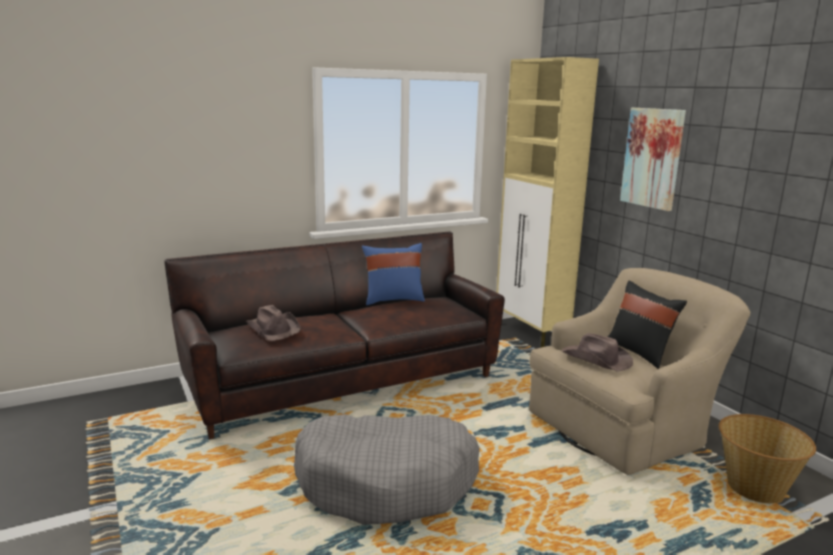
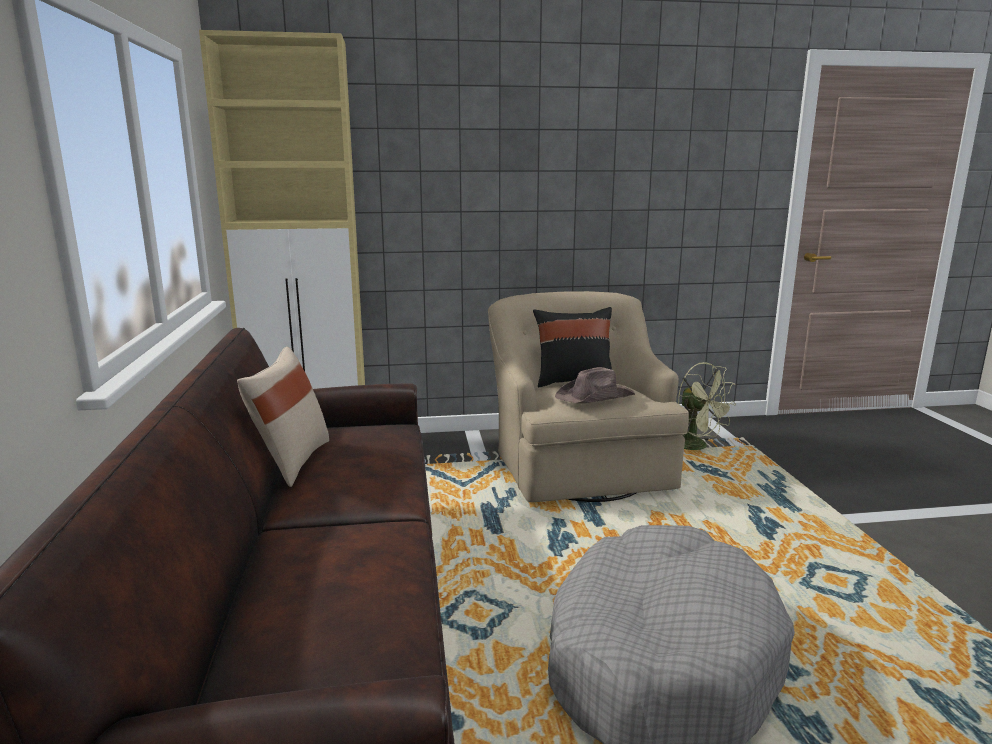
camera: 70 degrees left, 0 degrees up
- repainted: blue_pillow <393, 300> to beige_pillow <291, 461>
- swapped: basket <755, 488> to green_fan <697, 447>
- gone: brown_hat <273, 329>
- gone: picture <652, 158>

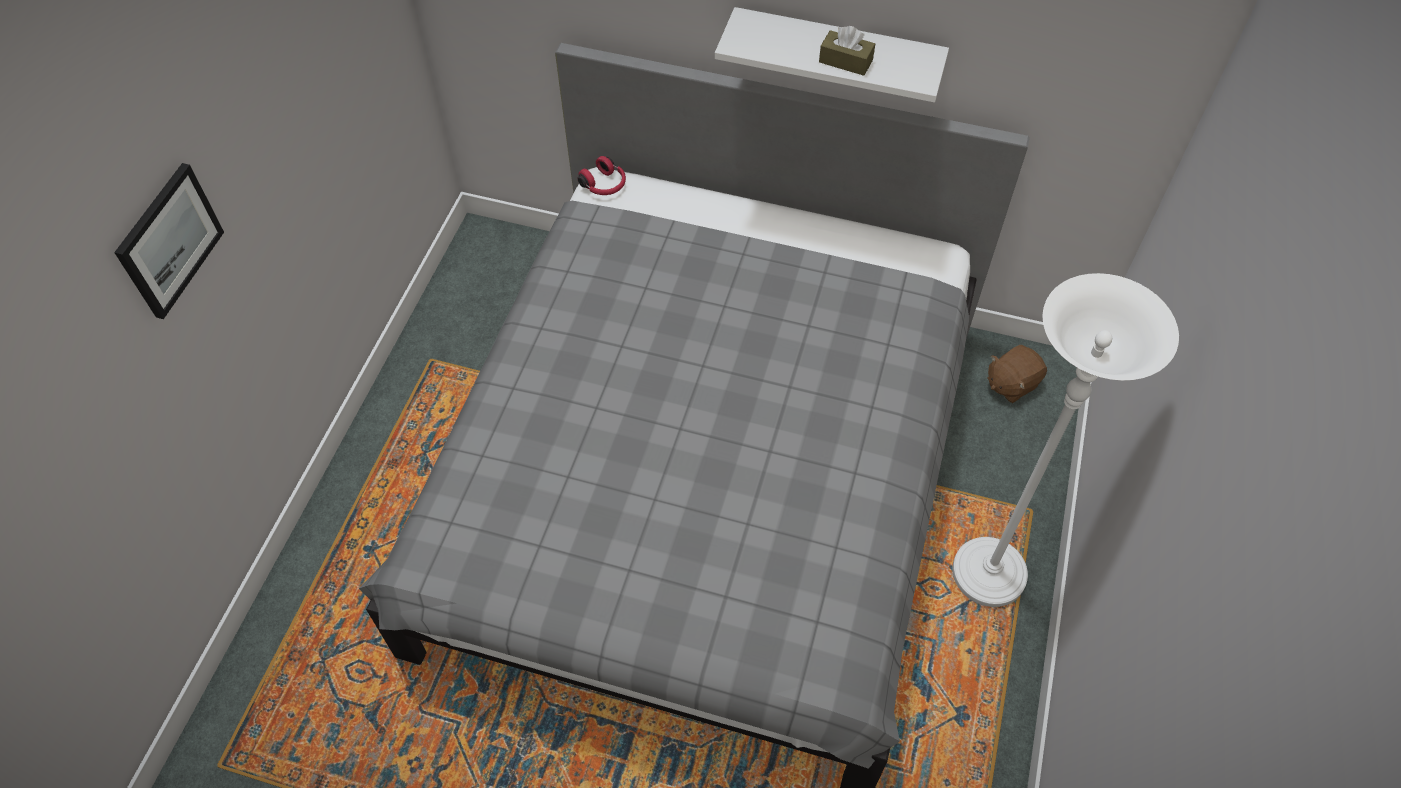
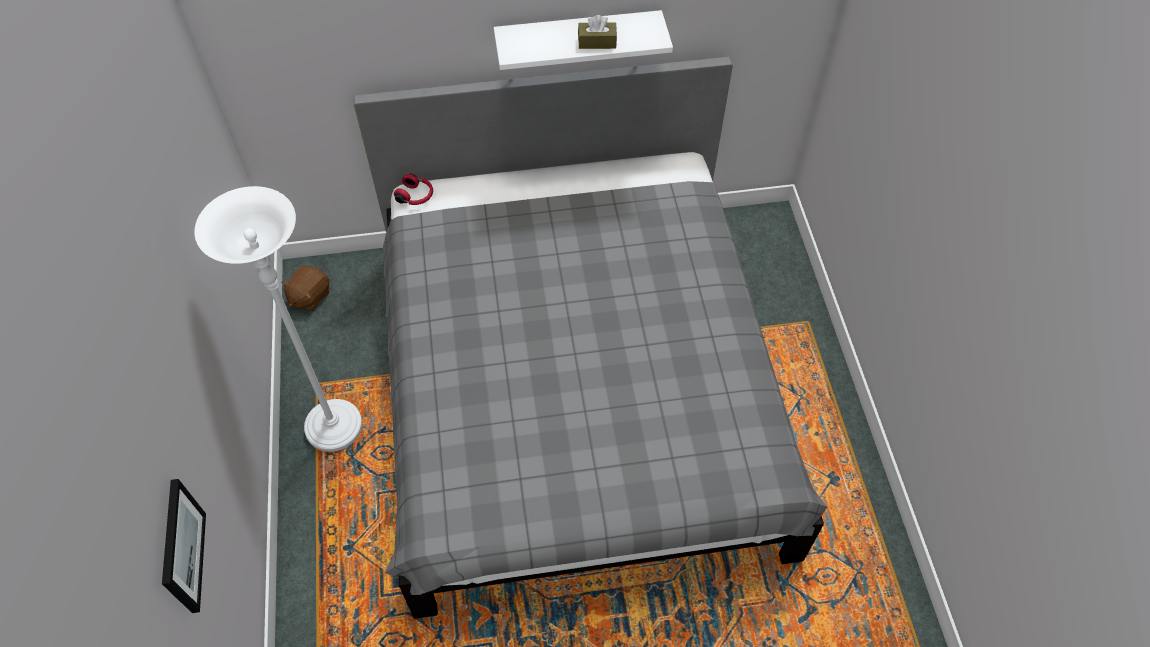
camera: 25 degrees left, 0 degrees up
- shifted: picture <169, 240> to <181, 547>
- shifted: white_floor_lamp <988, 574> to <334, 427>
- shifted: brown_plush_toy <1011, 383> to <309, 296>

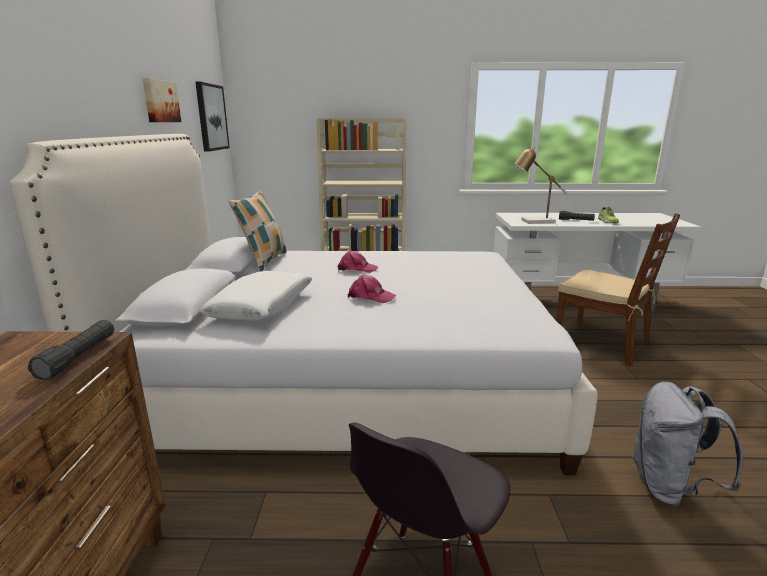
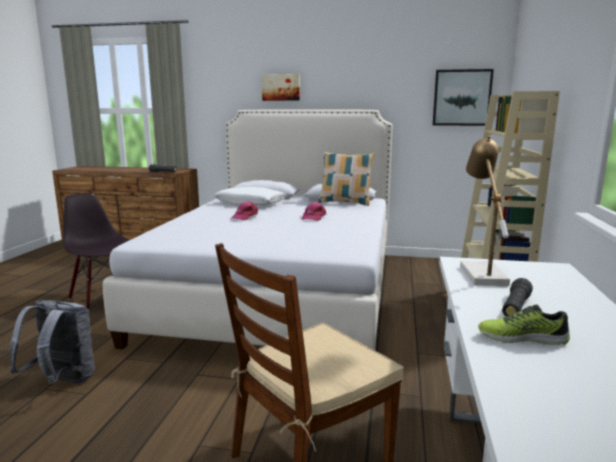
camera: 100 degrees right, 5 degrees down
- shifted: picture <160, 101> to <281, 87>

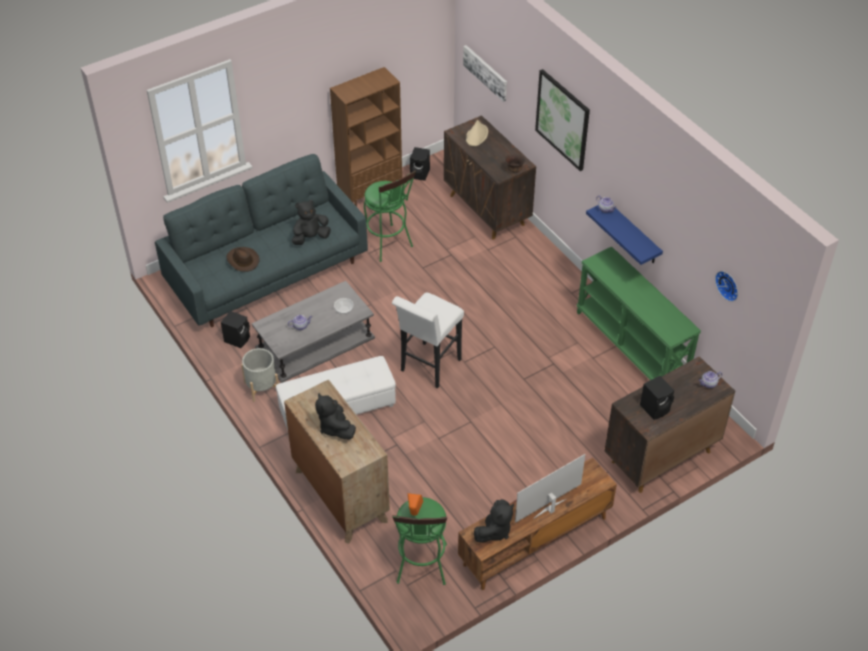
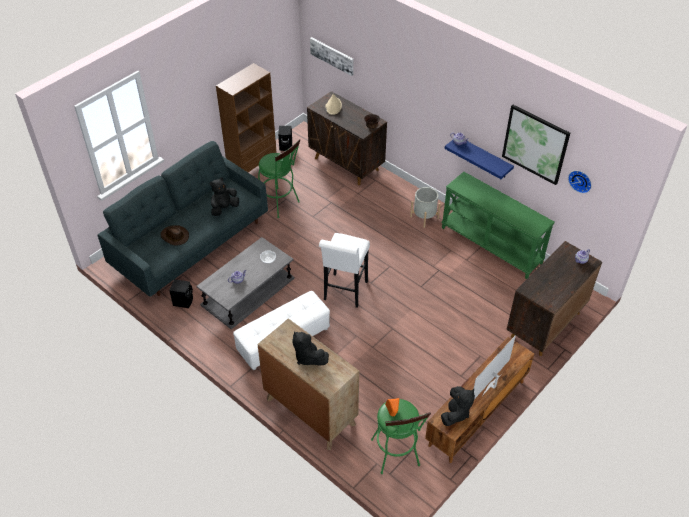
camera: 15 degrees left, 0 degrees up
- shifted: grey_planter <262, 387> to <424, 217>
- shifted: picture <563, 119> to <535, 144>
- gone: black_speaker <655, 408>

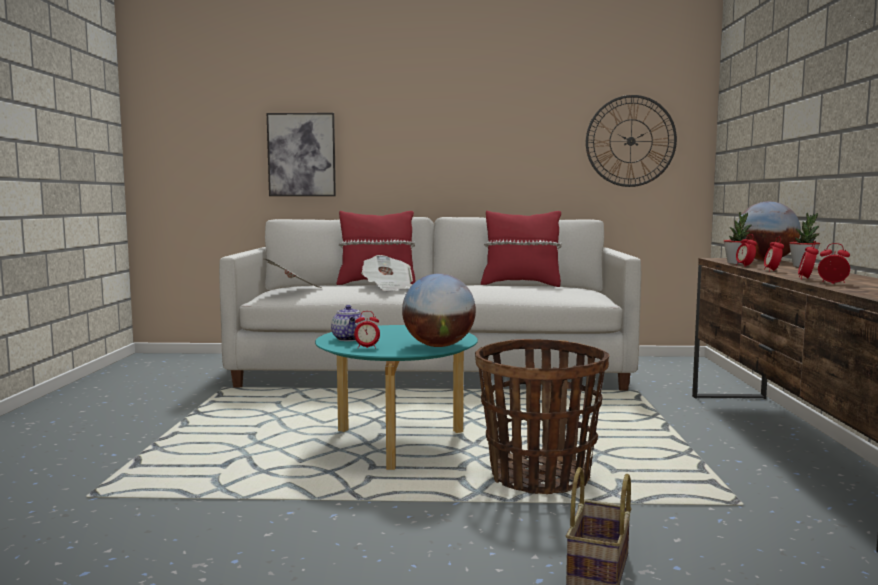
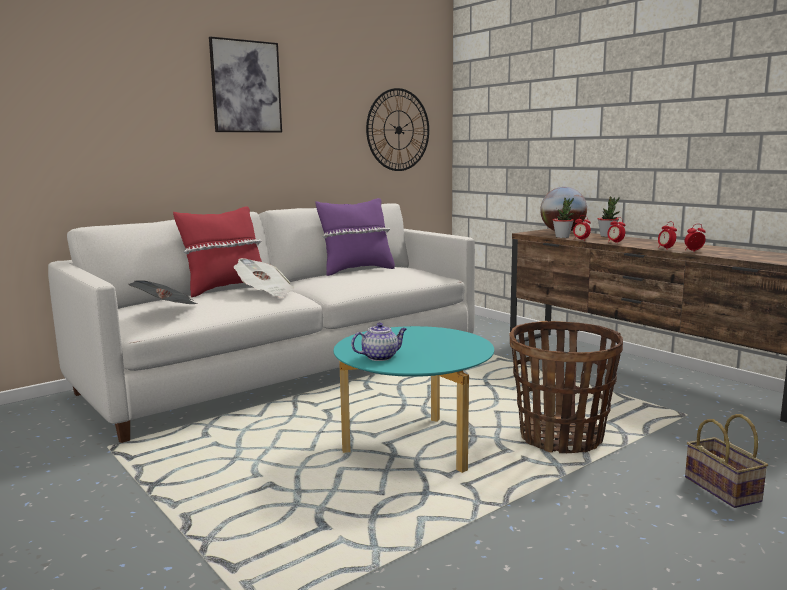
camera: 40 degrees left, 5 degrees up
- shifted: picture <301, 155> to <246, 87>
- repainted: red_pillow <521, 284> to purple_pillow <356, 270>
- rotated: teapot <349, 339> = <380, 357> 60 degrees counterclockwise
- gone: alarm_clock <367, 347>
- gone: globe <439, 346>

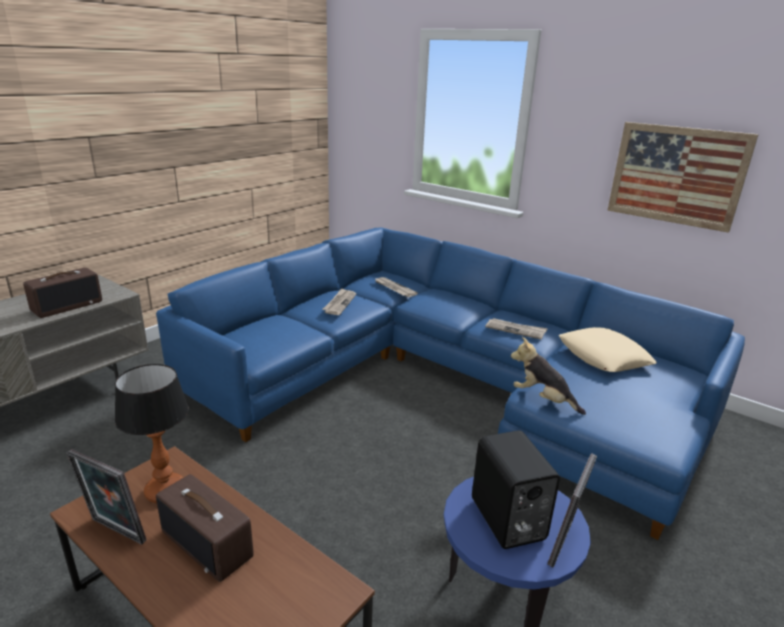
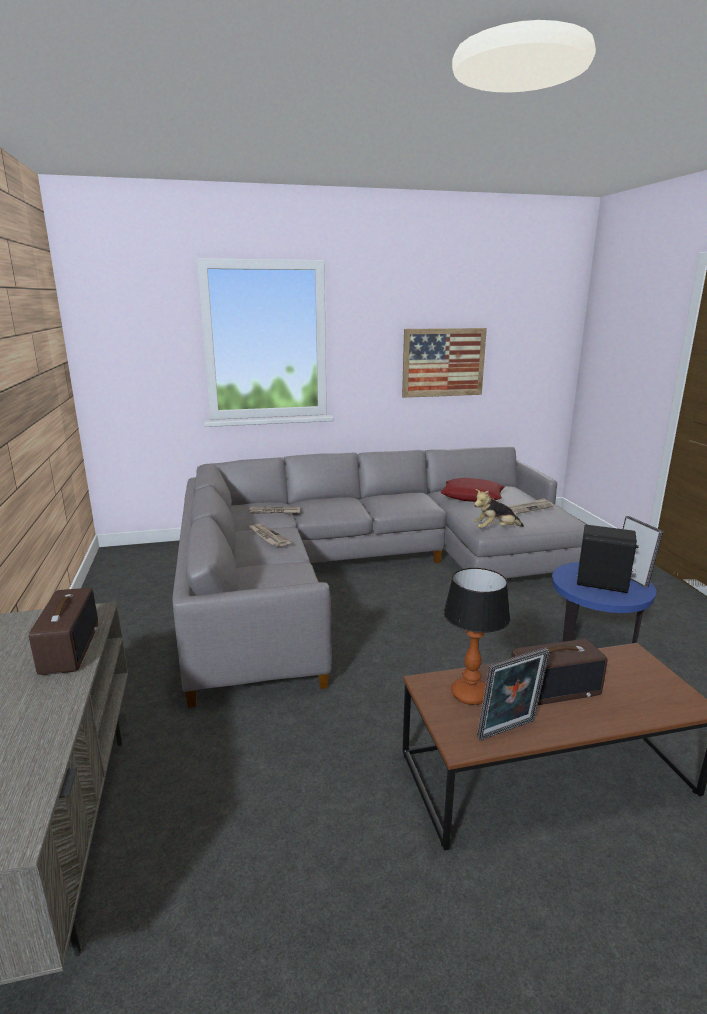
camera: 50 degrees left, 5 degrees down
- repainted: blue_sofa <445, 383> to grey_sofa <362, 573>
- repainted: beige_pillow <603, 357> to red_pillow <472, 496>
- shifted: newspaper <516, 330> to <529, 508>

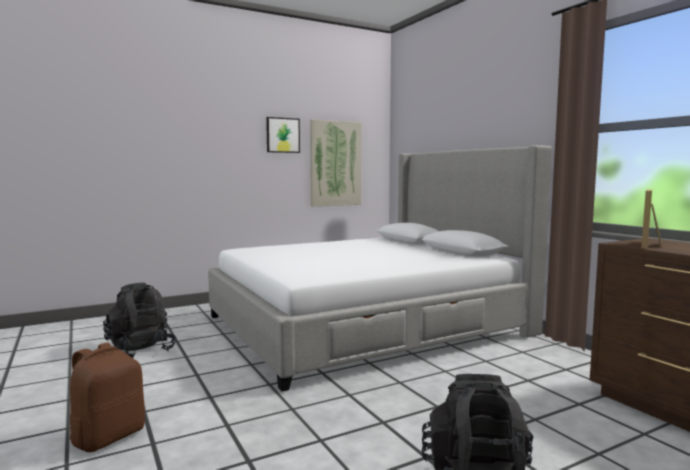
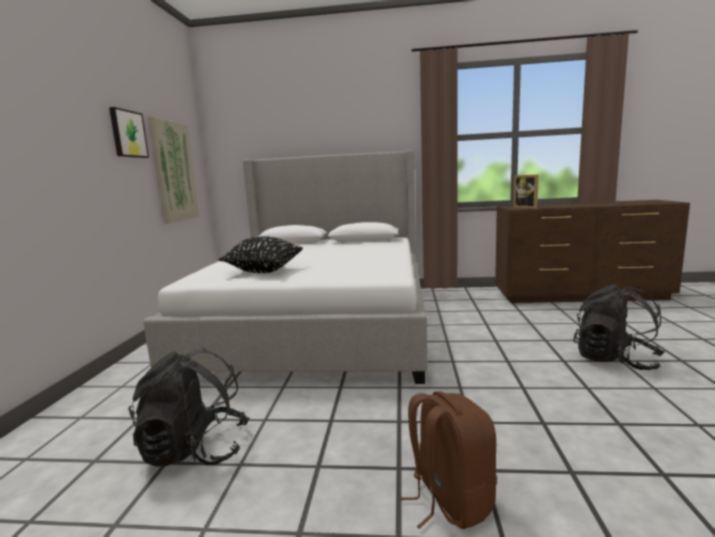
camera: 55 degrees left, 5 degrees up
- new: black_pillow <264, 271>

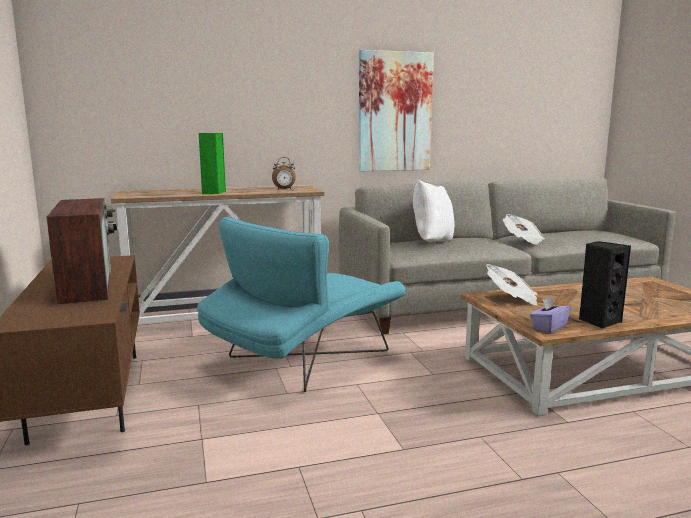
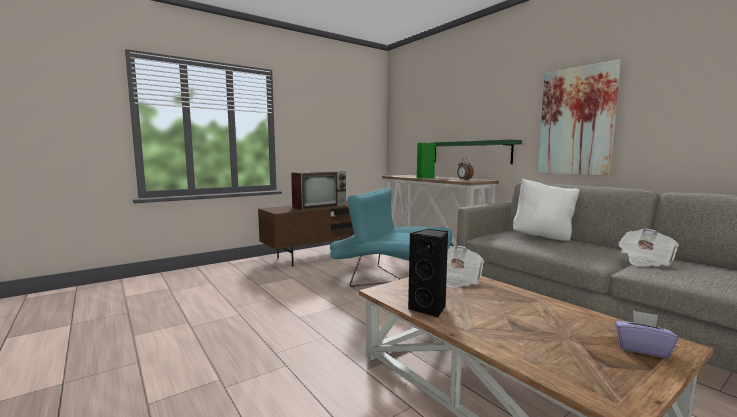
camera: 70 degrees right, 5 degrees down
- new: green_shelf <469, 152>
- shifted: purple_tissue_box <548, 327> to <642, 349>

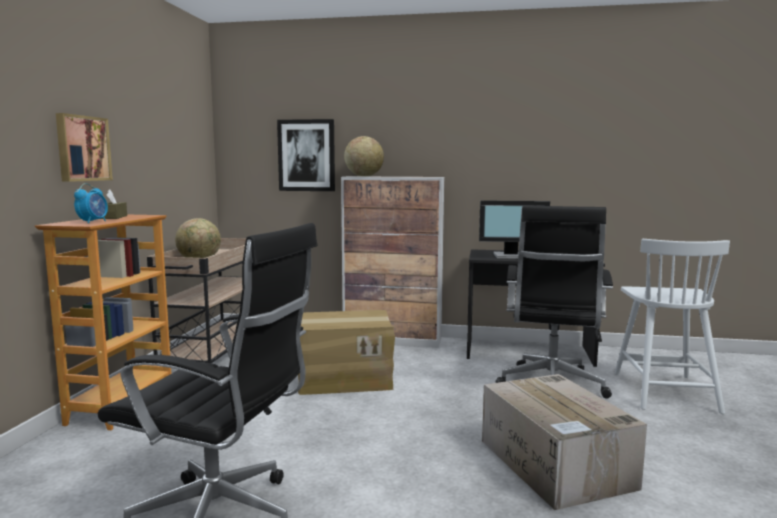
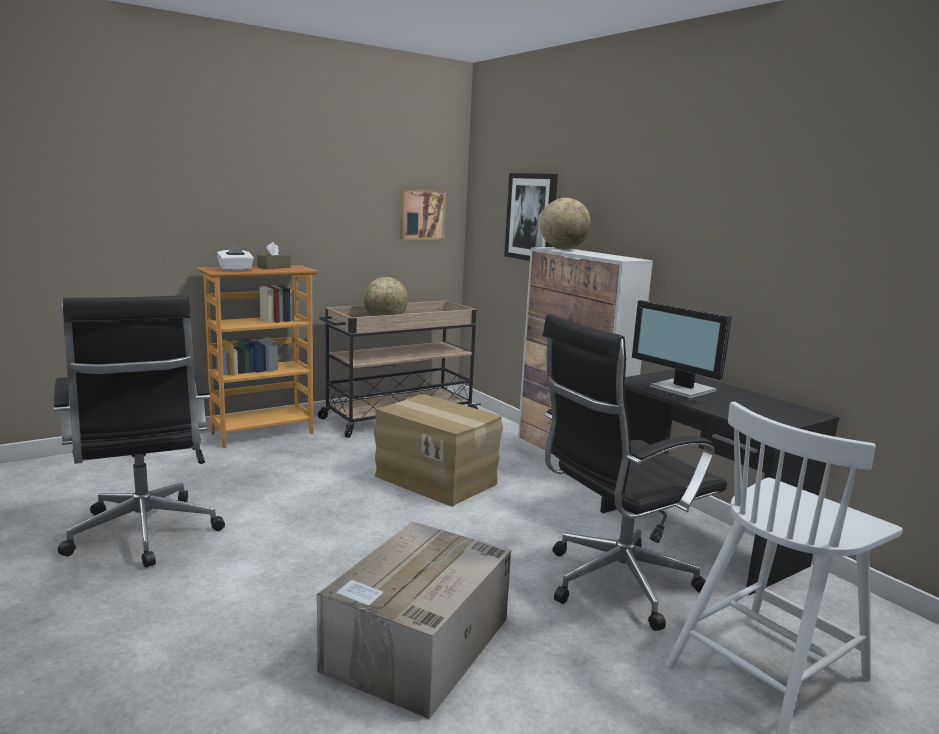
camera: 45 degrees right, 5 degrees up
- swapped: alarm_clock <93, 222> to white_tissue_box <235, 270>
- shifted: picture <82, 148> to <421, 214>

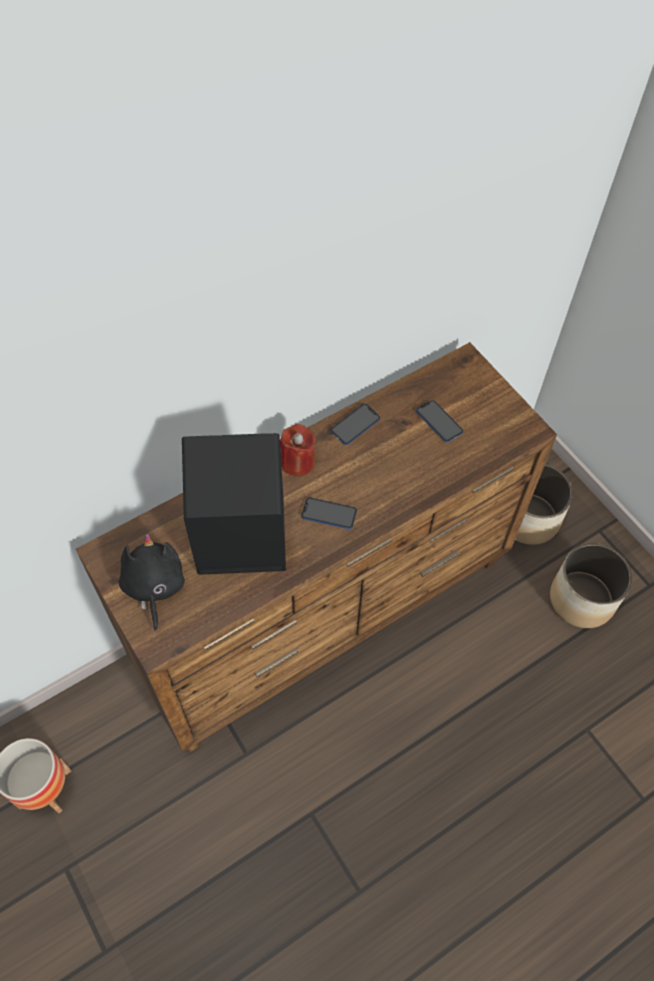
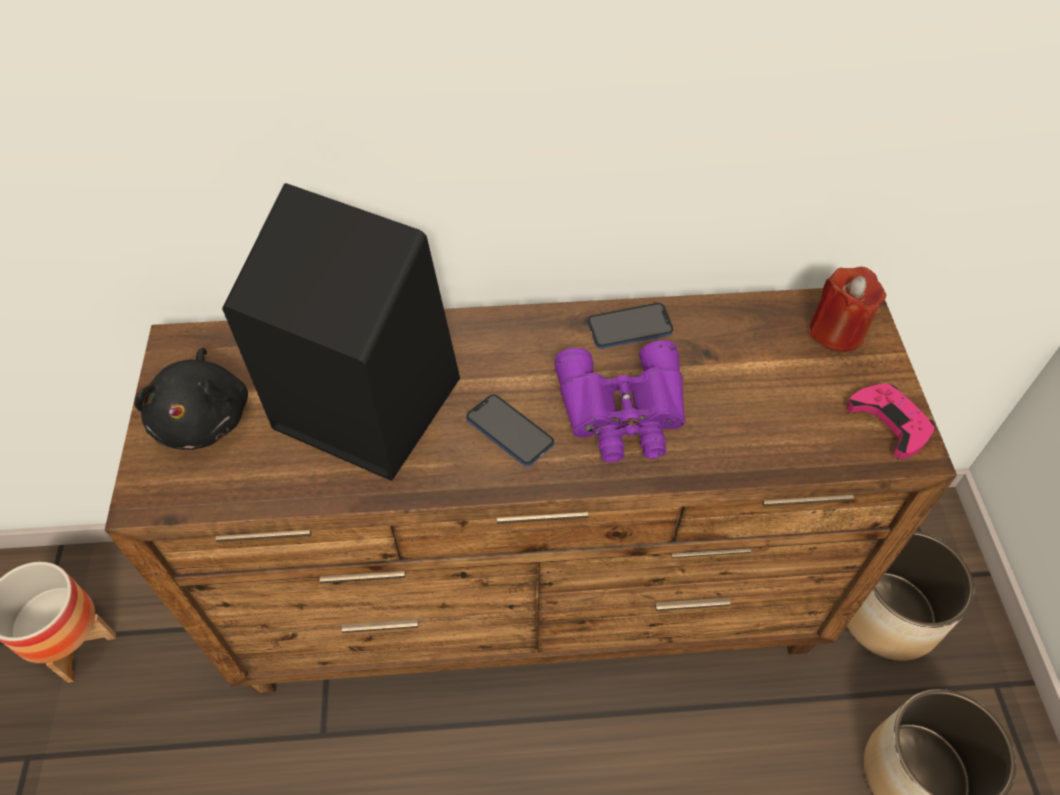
camera: 30 degrees right, 5 degrees down
- rotated: black_plush_toy <154, 587> = <204, 417> 150 degrees clockwise
- new: purple_binoculars <623, 413>
- shifted: red_candle <298, 462> to <836, 331>
- new: pink_game_controller <890, 422>
- gone: phone <439, 422>

